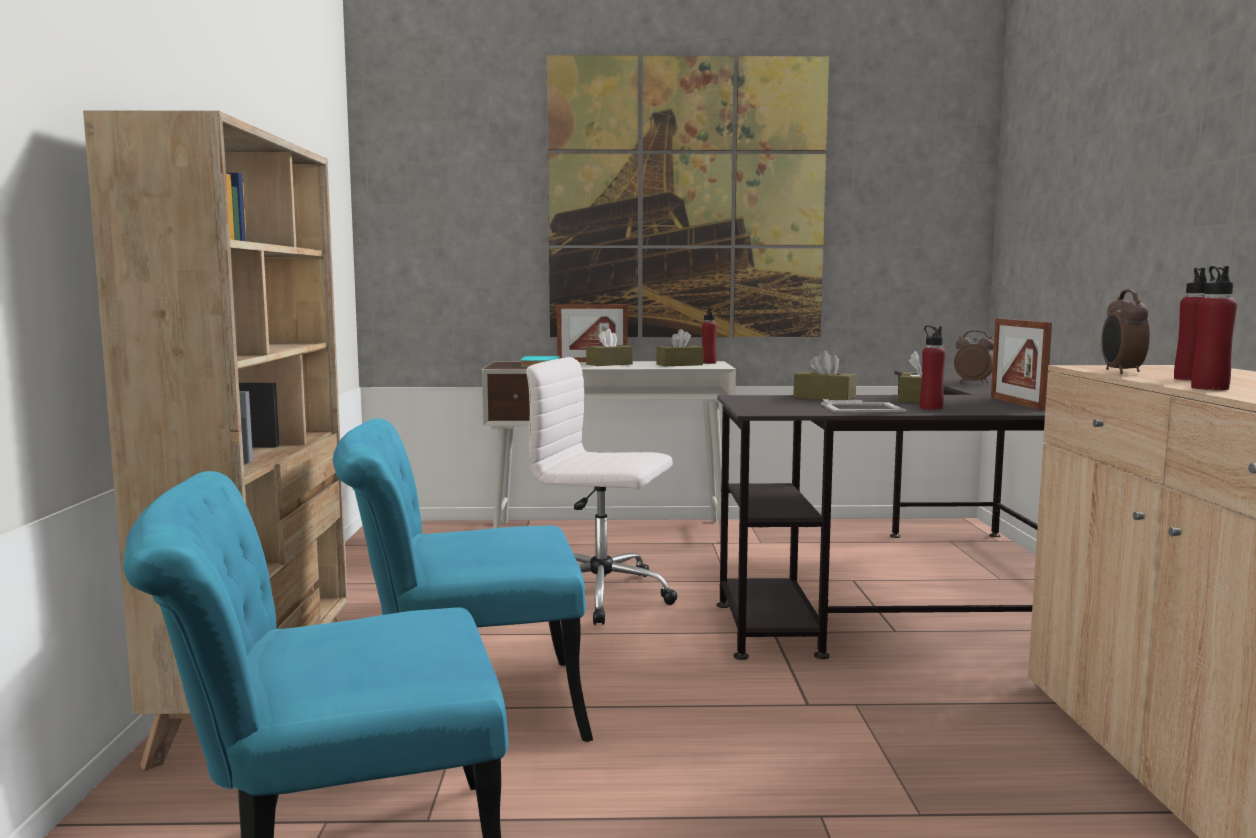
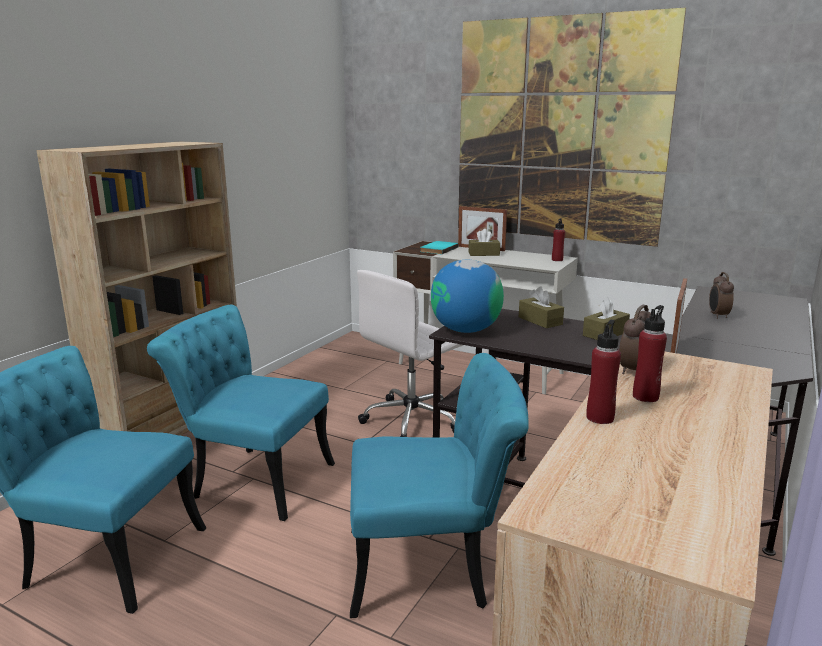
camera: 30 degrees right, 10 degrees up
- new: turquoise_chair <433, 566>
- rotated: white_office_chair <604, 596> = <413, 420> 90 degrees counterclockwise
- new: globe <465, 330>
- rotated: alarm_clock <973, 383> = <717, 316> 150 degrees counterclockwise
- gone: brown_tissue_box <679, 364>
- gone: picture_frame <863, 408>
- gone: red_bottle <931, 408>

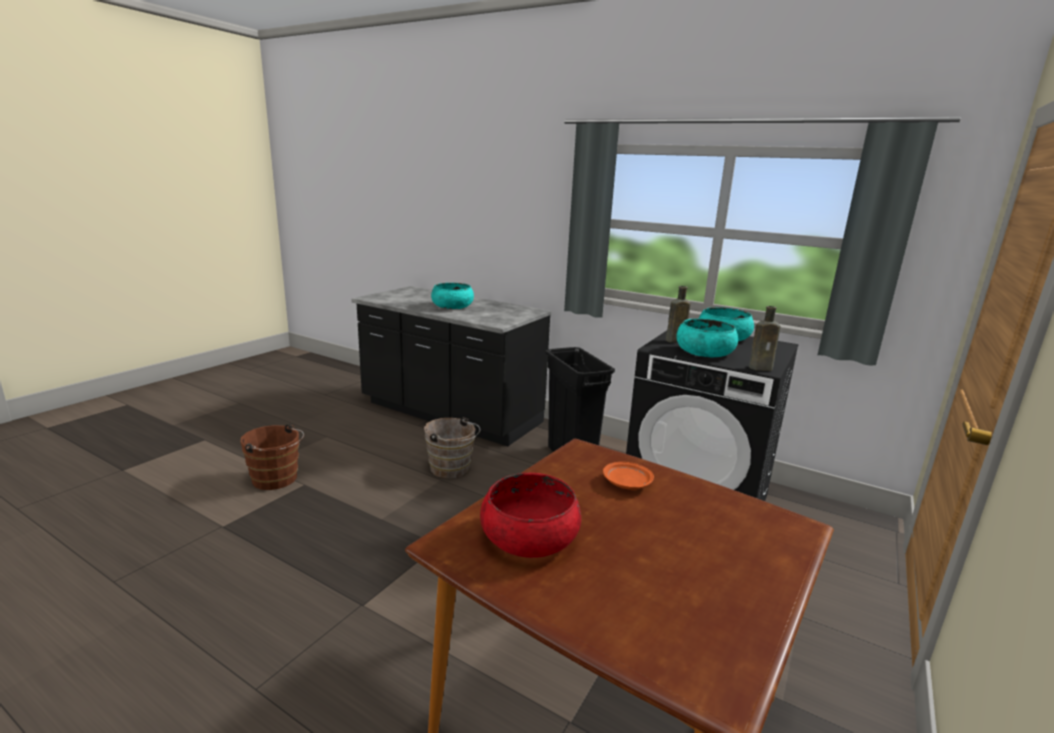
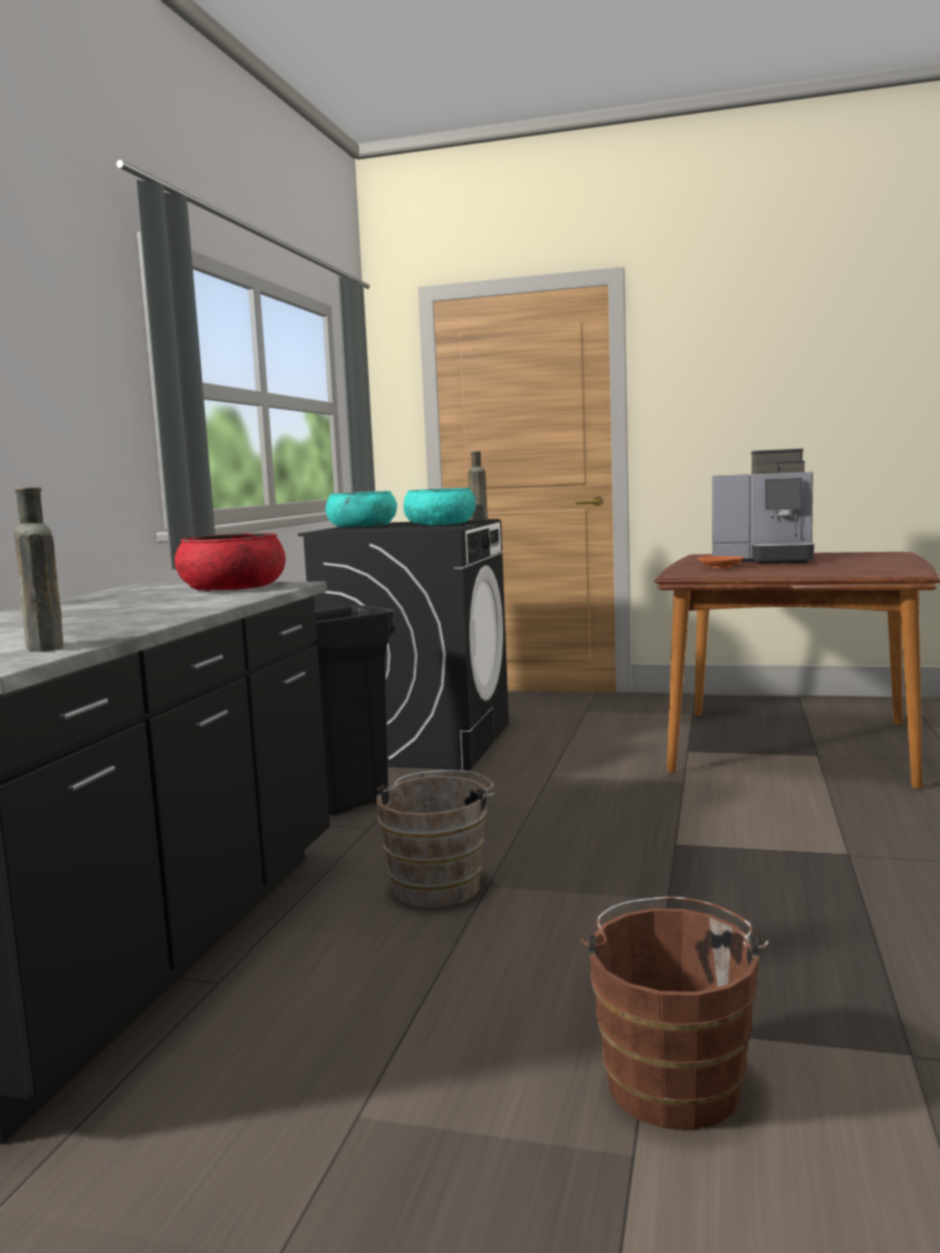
camera: 105 degrees left, 10 degrees down
- shifted: brown_bottle <674, 341> to <45, 647>
- shifted: red_bowl <529, 536> to <233, 588>
- new: coffee_machine <764, 560>
- gone: turquoise_bowl <452, 306>

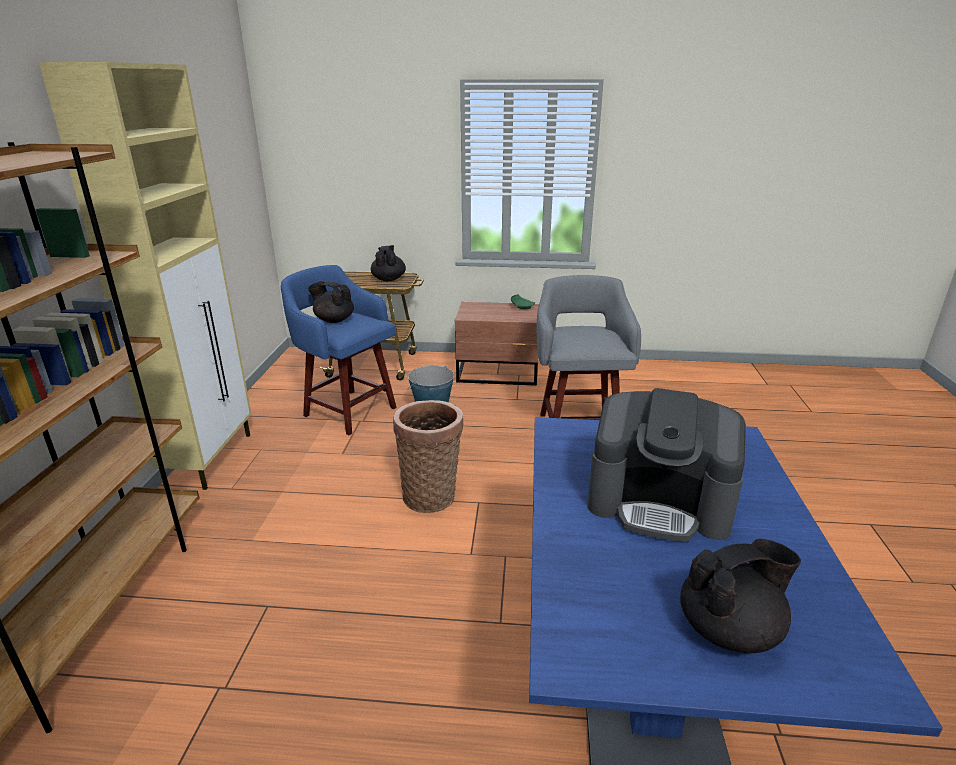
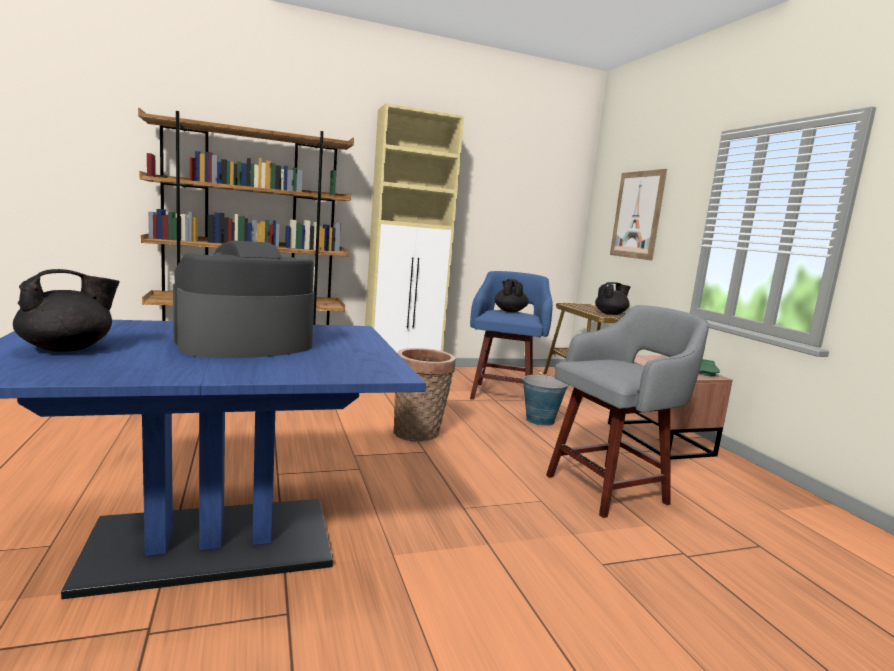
camera: 65 degrees right, 15 degrees down
- rotated: black_teapot <729, 629> = <68, 348> 90 degrees counterclockwise
- rotated: coffee_machine <659, 502> = <244, 344> 60 degrees clockwise
- new: picture <637, 215>

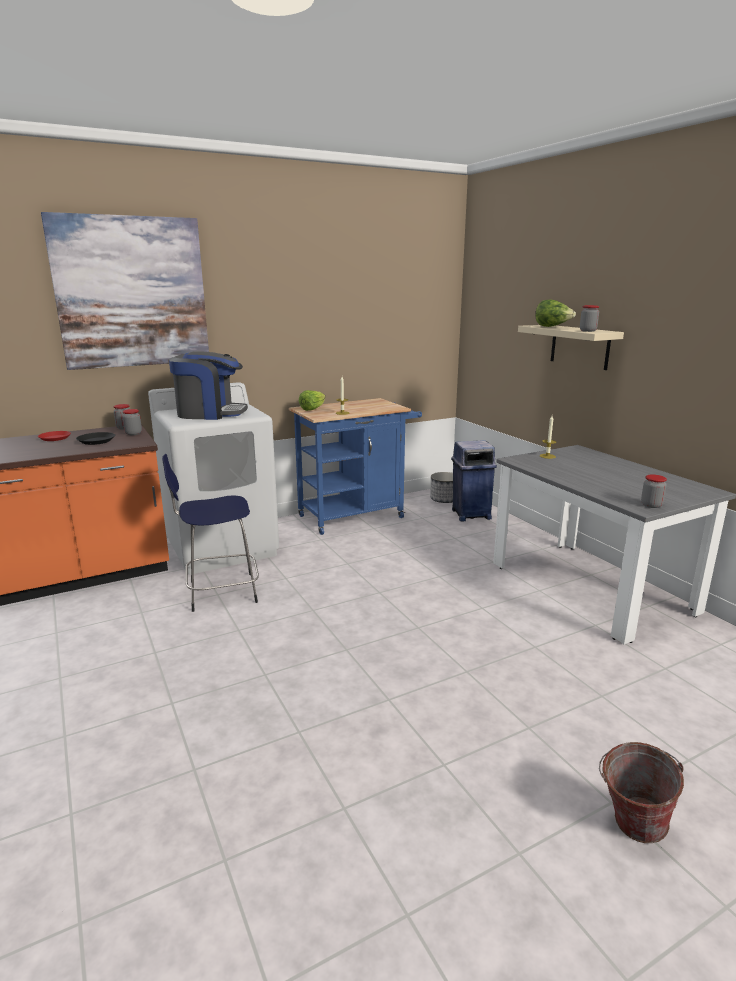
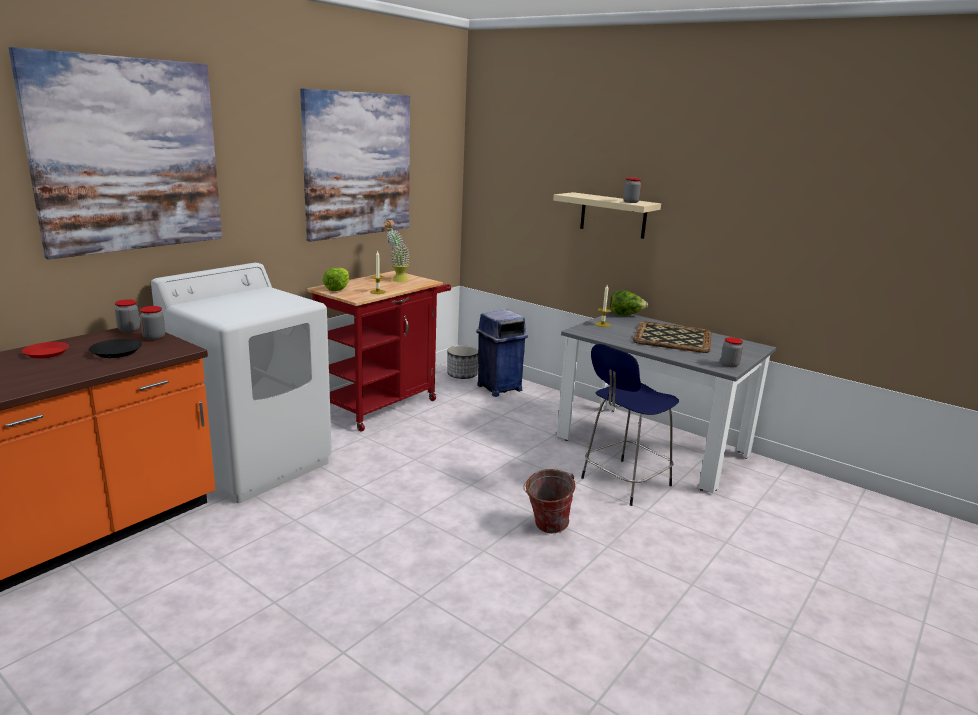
camera: 25 degrees left, 0 degrees up
- new: picture <358, 165>
- repainted: blue_cart <357, 515> to red_cart <383, 404>
- new: potted_plant <396, 279>
- shifted: bucket <630, 828> to <545, 527>
- shifted: blue_stool <219, 592> to <623, 482>
- shifted: lettuce <552, 327> to <625, 315>
- new: tray <672, 337>
- gone: coffee_machine <210, 413>

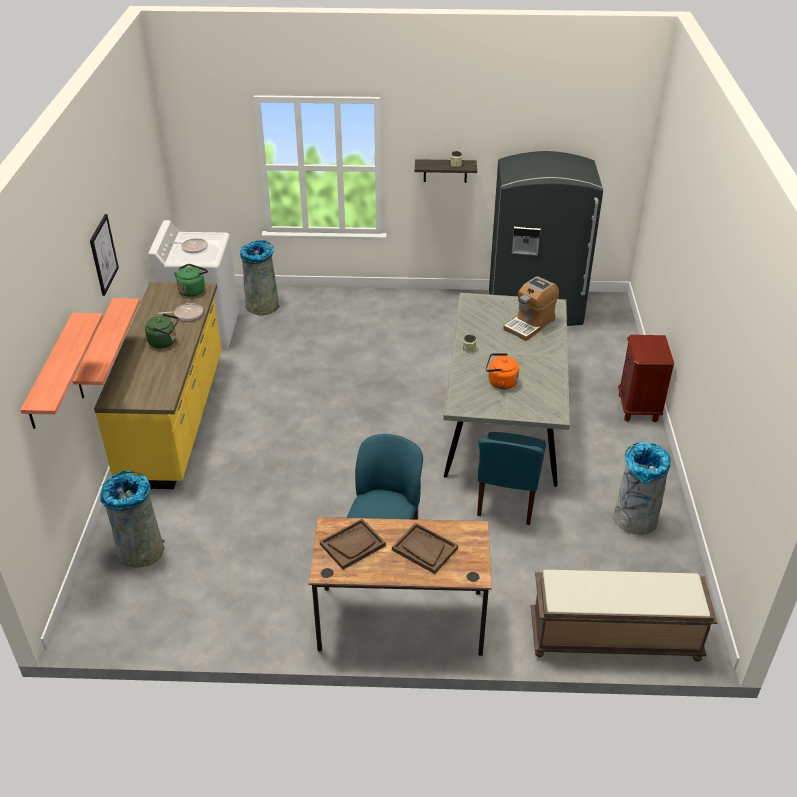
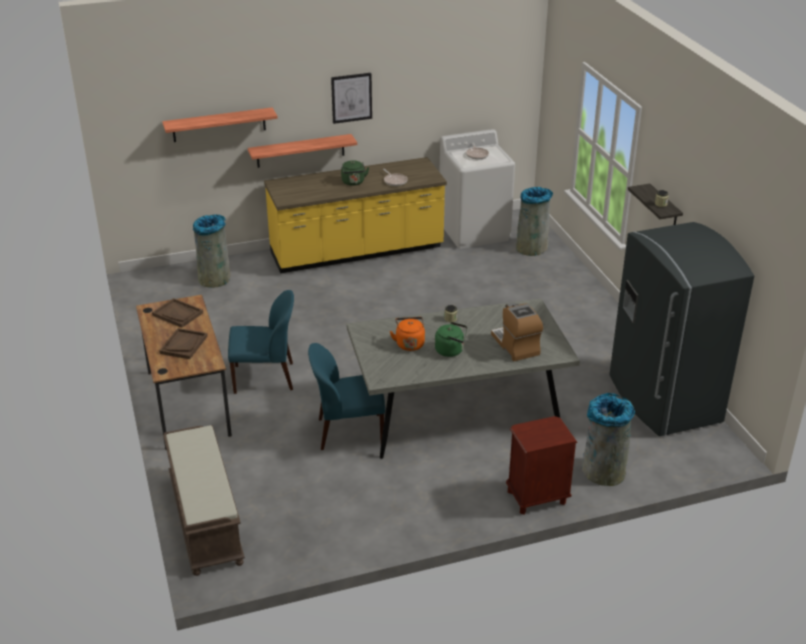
camera: 70 degrees right, 5 degrees down
- shifted: green_kettle <193, 290> to <451, 350>
- rotated: coffee_machine <530, 324> = <515, 345> 45 degrees clockwise
- shifted: grey_trash_can <634, 519> to <603, 471>

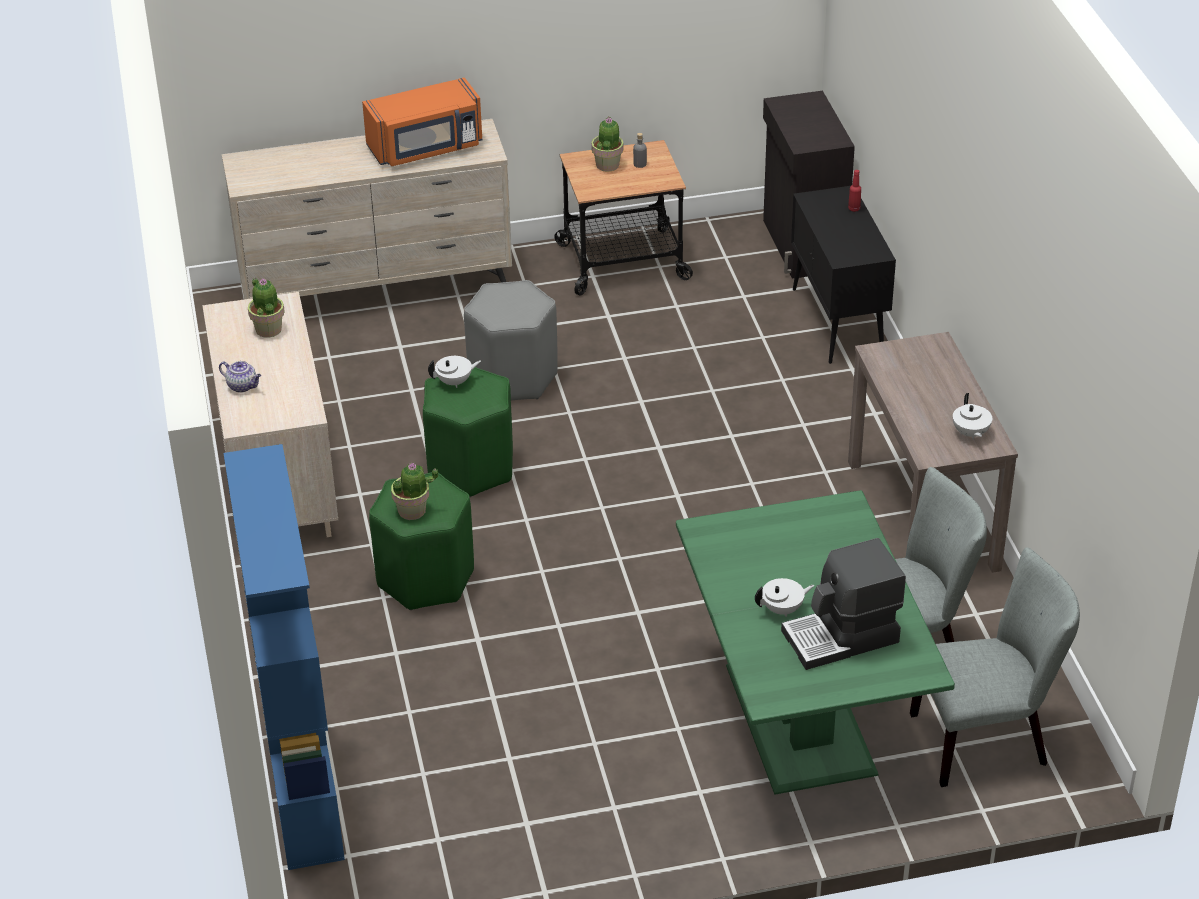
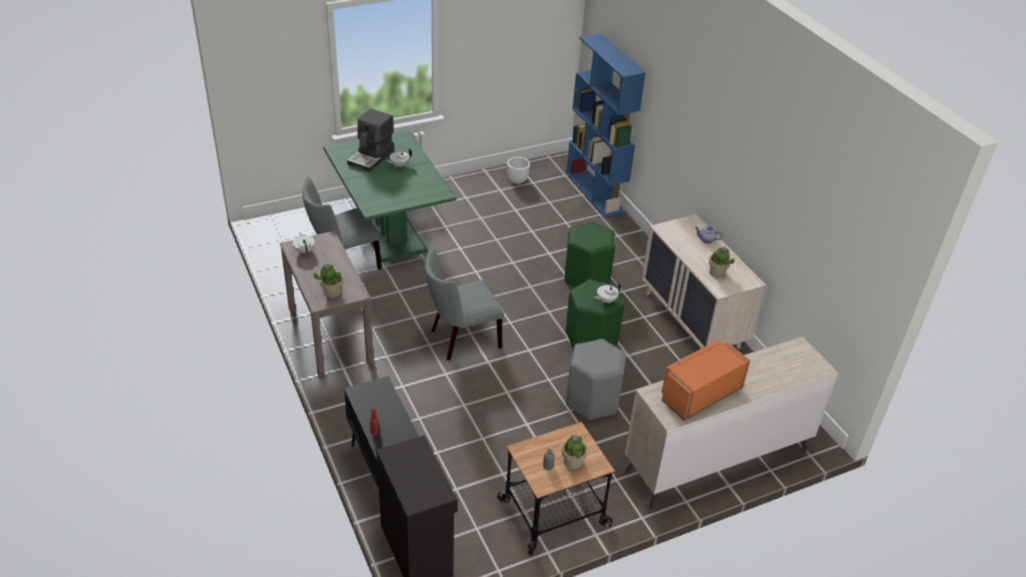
camera: 165 degrees right, 0 degrees up
- shifted: potted_plant <412, 511> to <332, 292>
- rotated: coffee_machine <842, 637> = <372, 157> 150 degrees clockwise
- shifted: grey_chair <987, 738> to <461, 339>
- new: white_planter <517, 180>

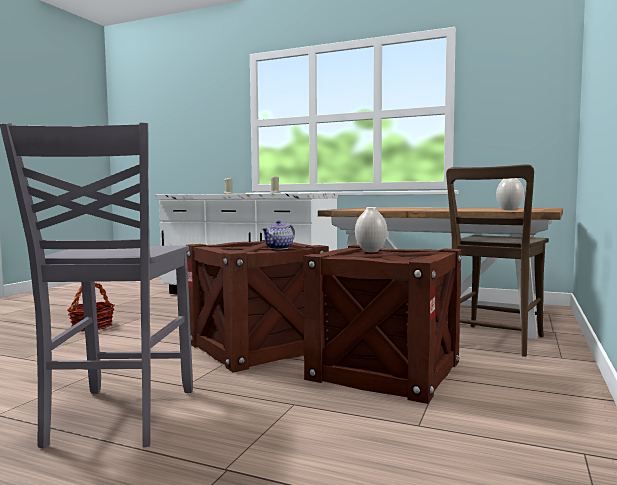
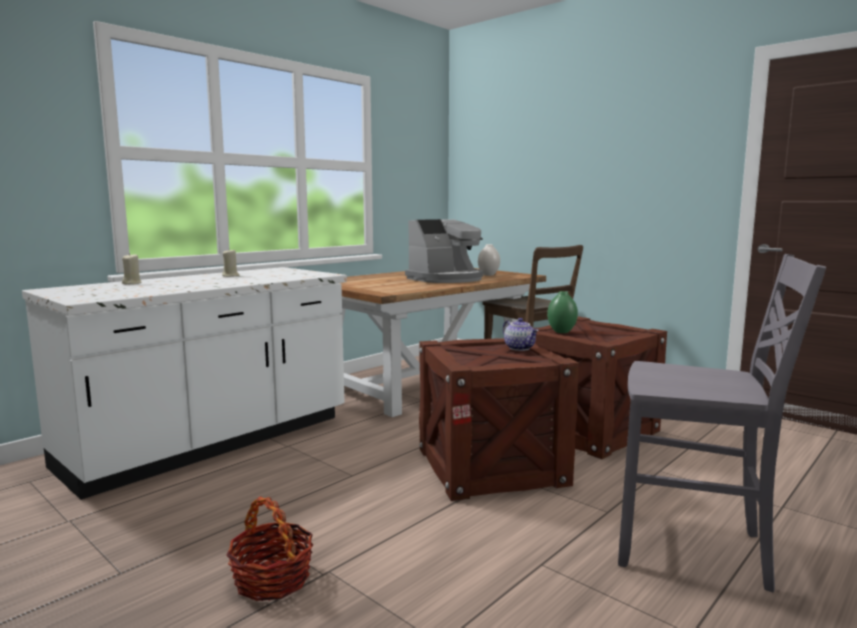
camera: 70 degrees left, 5 degrees up
- new: coffee_machine <446, 279>
- repainted: white_vase <371, 251> to green_vase <561, 331>

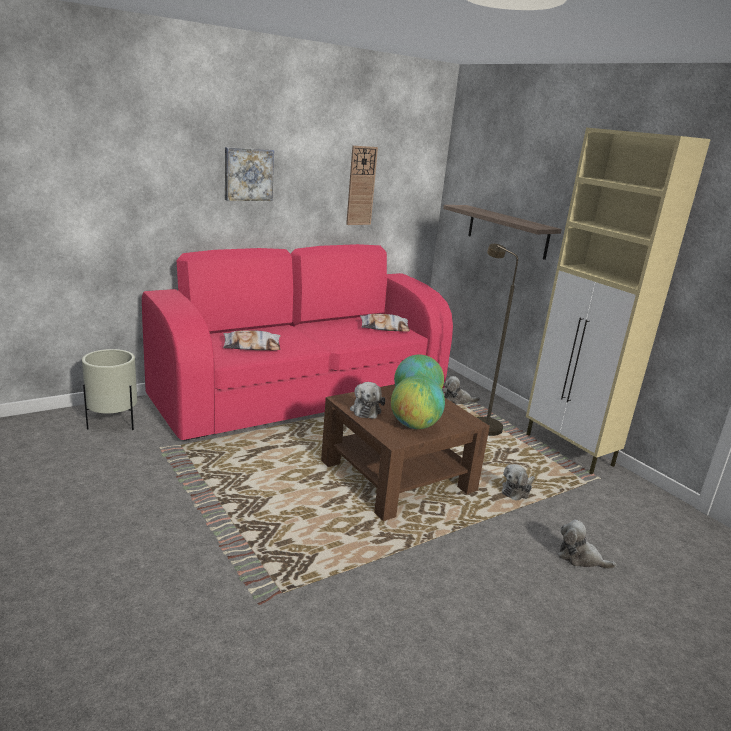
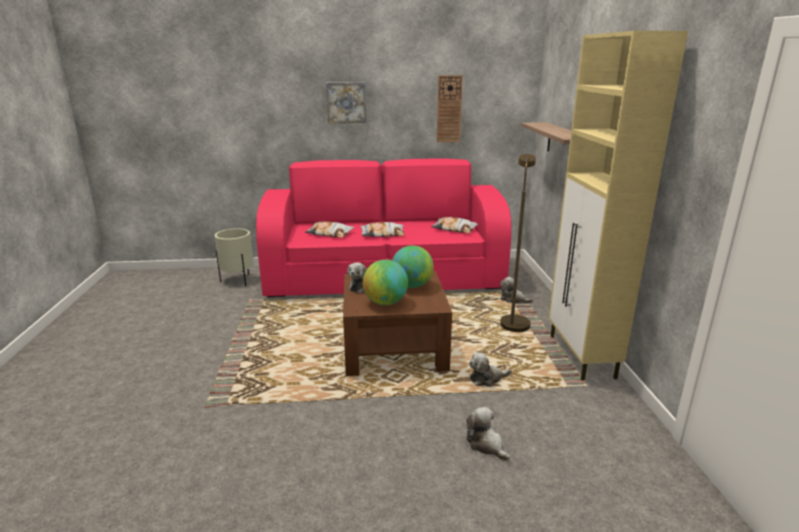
camera: 30 degrees right, 0 degrees up
- new: pillow <382, 234>

